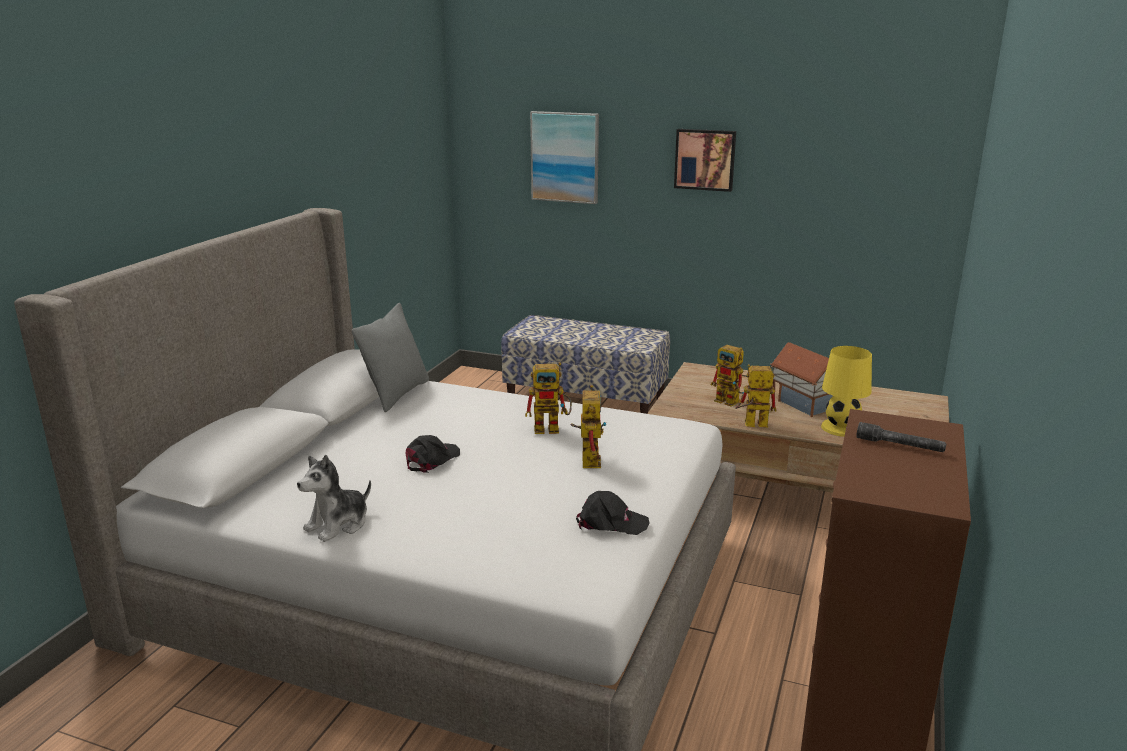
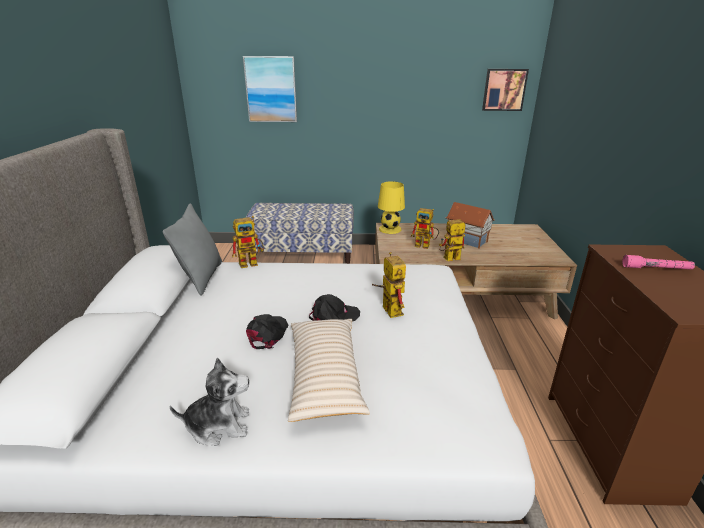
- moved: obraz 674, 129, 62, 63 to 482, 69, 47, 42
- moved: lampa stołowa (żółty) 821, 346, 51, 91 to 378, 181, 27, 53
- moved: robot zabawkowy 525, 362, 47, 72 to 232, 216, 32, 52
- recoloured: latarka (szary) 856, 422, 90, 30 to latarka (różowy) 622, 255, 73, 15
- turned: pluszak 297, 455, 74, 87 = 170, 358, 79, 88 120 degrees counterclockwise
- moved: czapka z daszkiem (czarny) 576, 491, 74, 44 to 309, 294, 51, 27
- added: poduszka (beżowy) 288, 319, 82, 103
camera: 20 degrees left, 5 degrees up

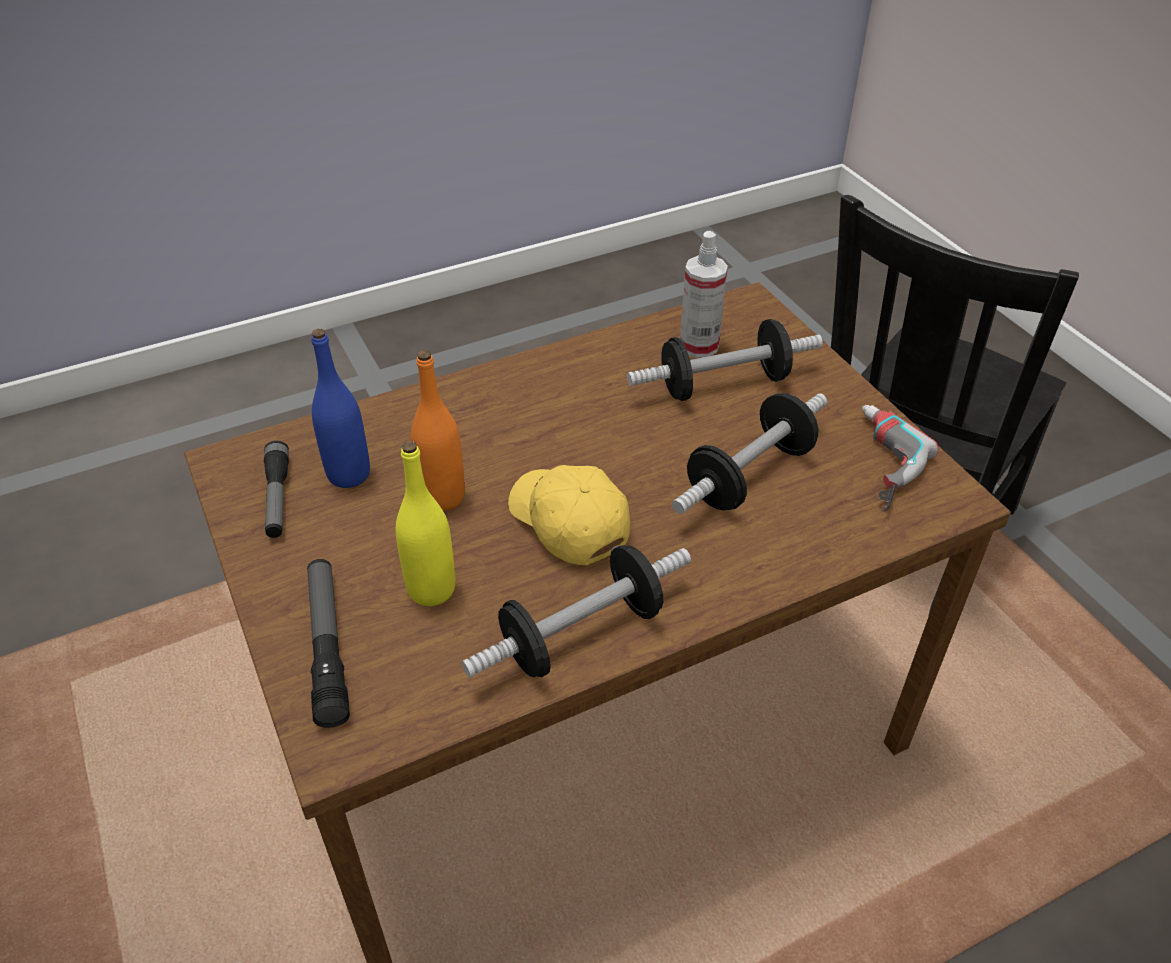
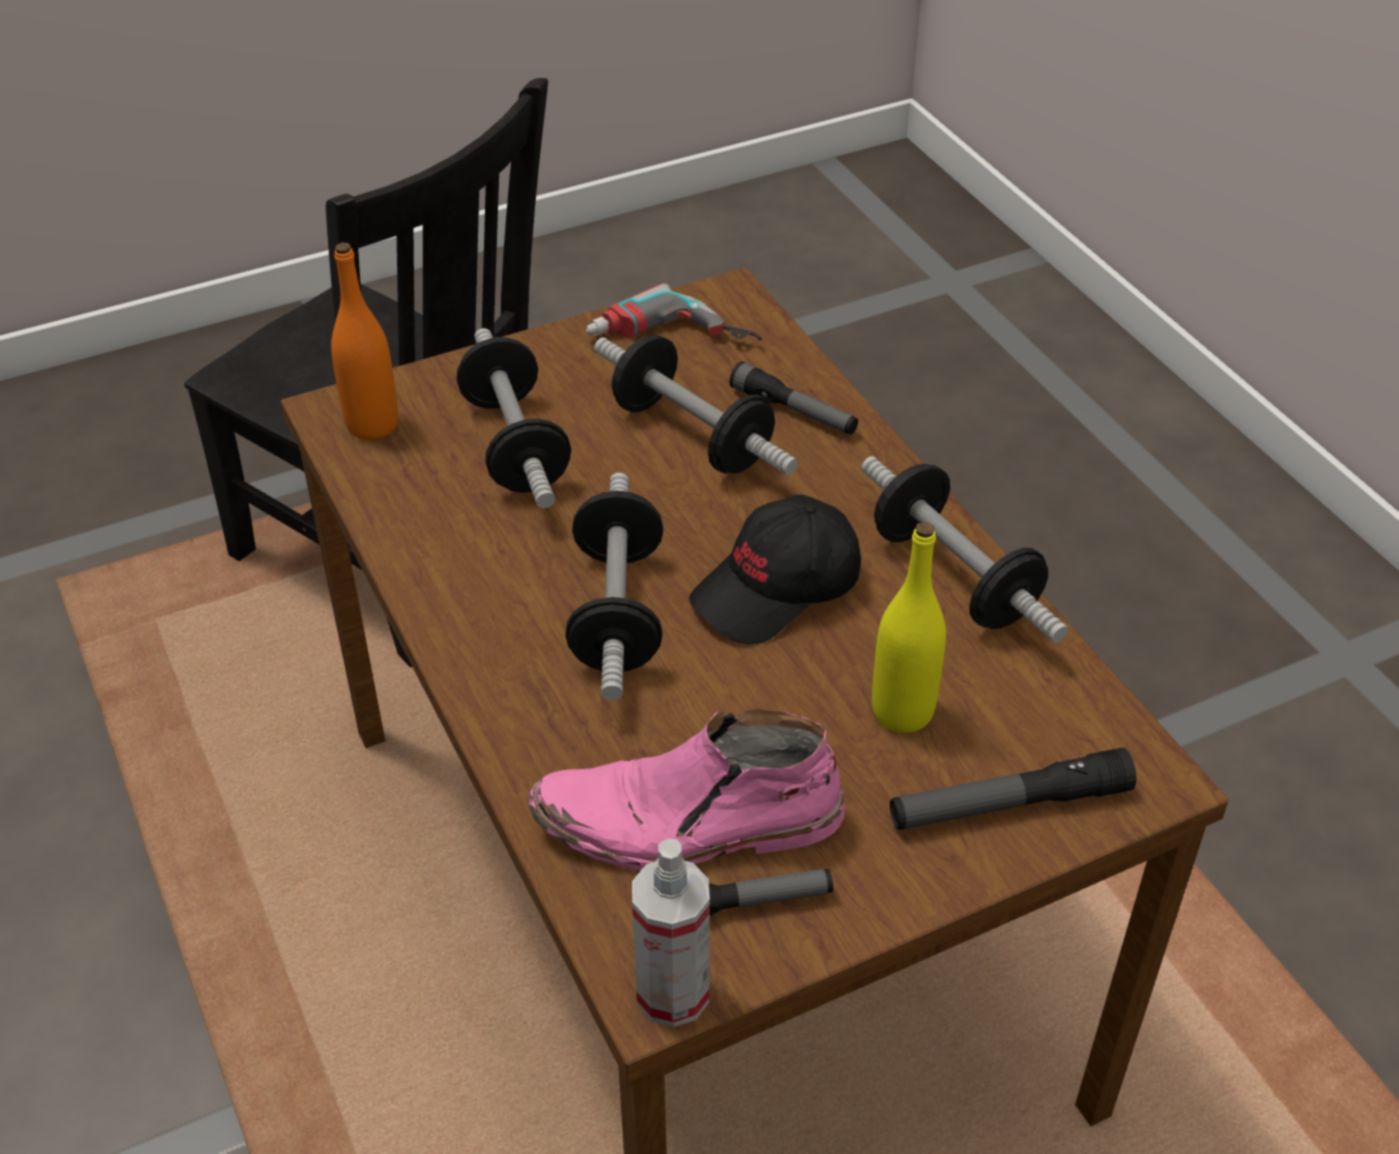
- moved: spryskiwacz 680, 231, 48, 127 to 632, 839, 78, 188
- replaced: butelka (niebieski) 311, 329, 59, 159 to but z cholewką (różowy) 529, 709, 316, 161
- moved: butelka (pomarańczowy) 411, 350, 54, 161 to 331, 242, 67, 198
- recoloured: czapka z daszkiem (żółty) 508, 465, 122, 101 to czapka z daszkiem (czarny) 689, 494, 172, 151
- added: latarka 729, 361, 129, 74
- added: hantel 565, 473, 98, 227
camera: 90 degrees left, 0 degrees up

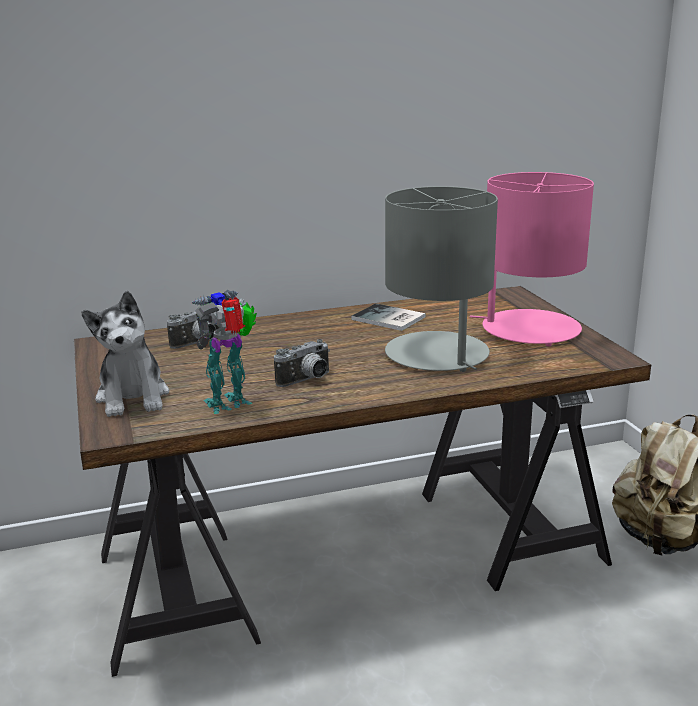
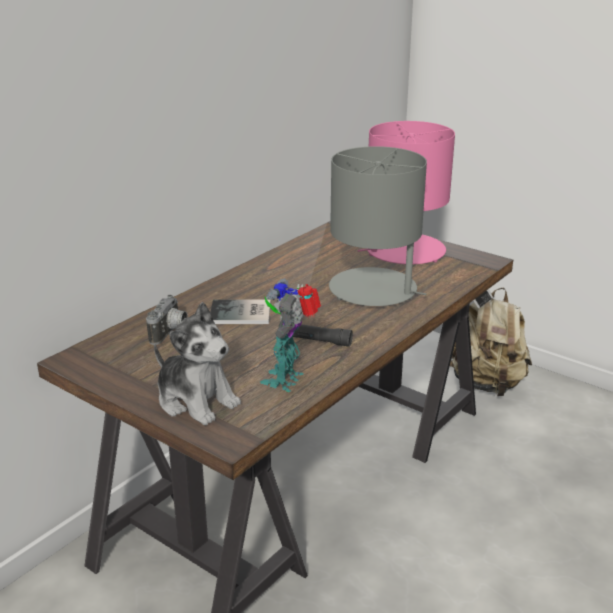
- moved: książka 351, 303, 75, 28 to 210, 299, 61, 25
- replaced: aparat fotograficzny 274, 339, 56, 48 to latarka (czarny) 278, 323, 75, 24
camera: 35 degrees left, 5 degrees up

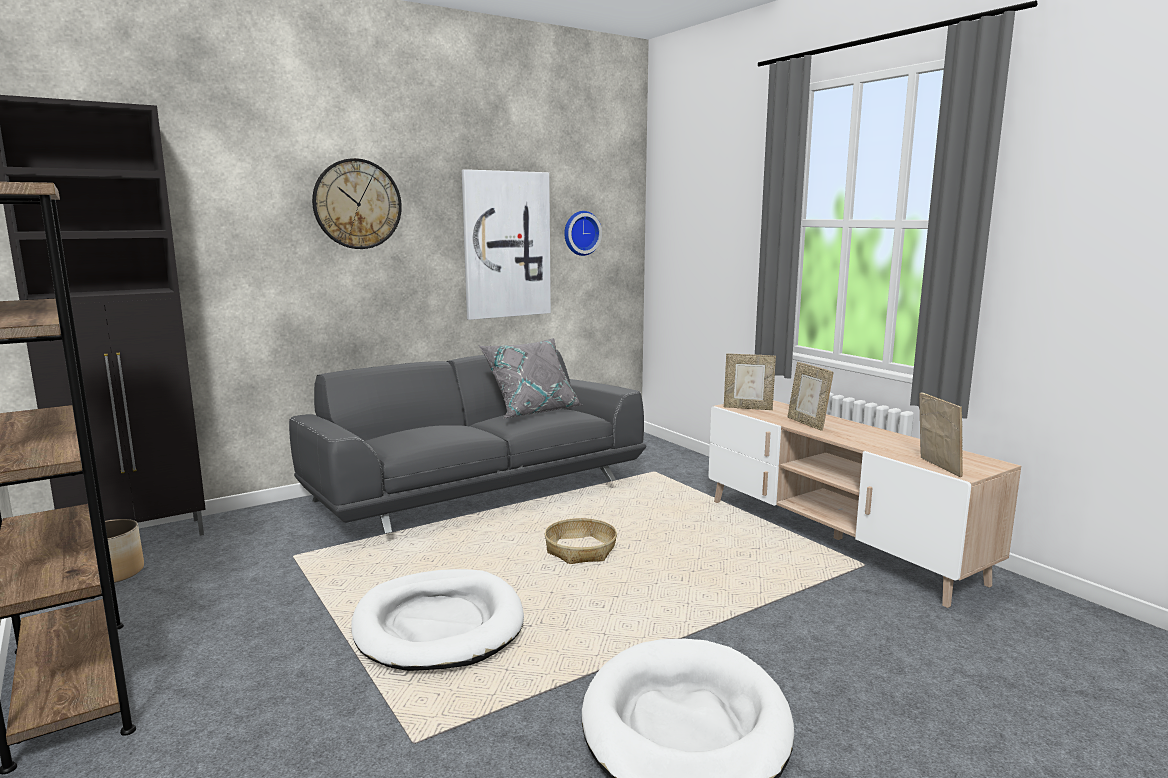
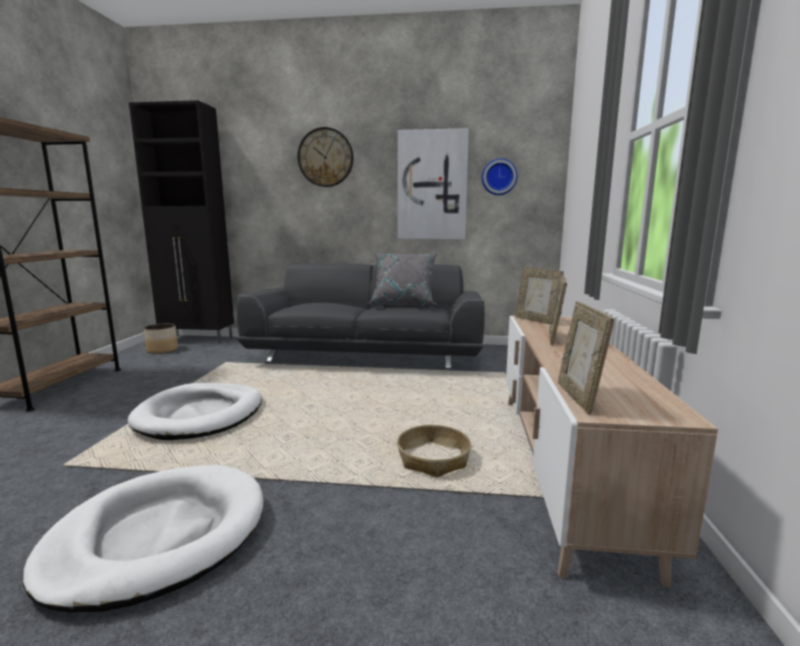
- turned: ramka na zdjęcie 919, 392, 44, 85 = 558, 301, 56, 114 150 degrees clockwise
- moved: koszyk 544, 518, 73, 46 to 397, 425, 74, 52
camera: 40 degrees right, 0 degrees up

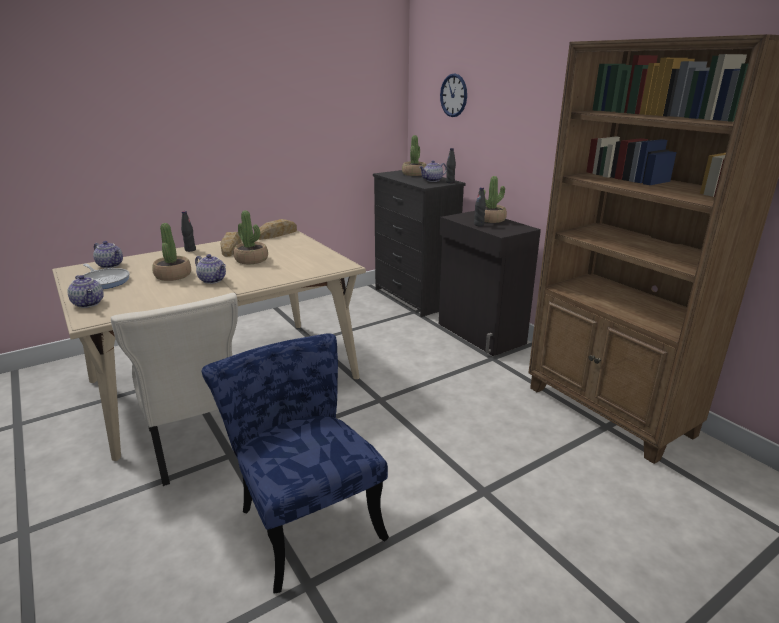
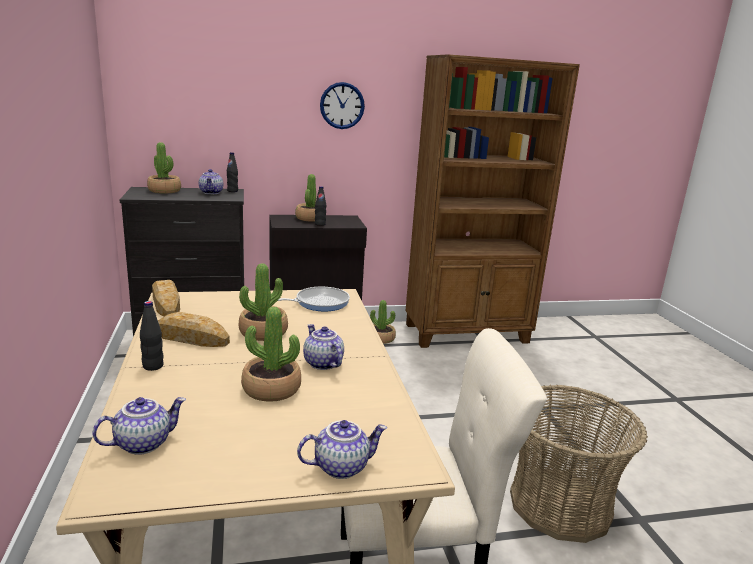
- moved: zegar ścienny 440, 74, 27, 43 to 320, 82, 45, 47
- turned: imbryk 195, 254, 31, 30 = 303, 324, 41, 46 90 degrees counterclockwise
- moved: patelnia 83, 264, 47, 25 to 278, 287, 72, 24
- replaced: krzesło (niebieski) 201, 333, 188, 260 to koszyk 510, 385, 138, 158
- added: roślina doniczkowa 370, 300, 26, 44
camera: 70 degrees left, 5 degrees down

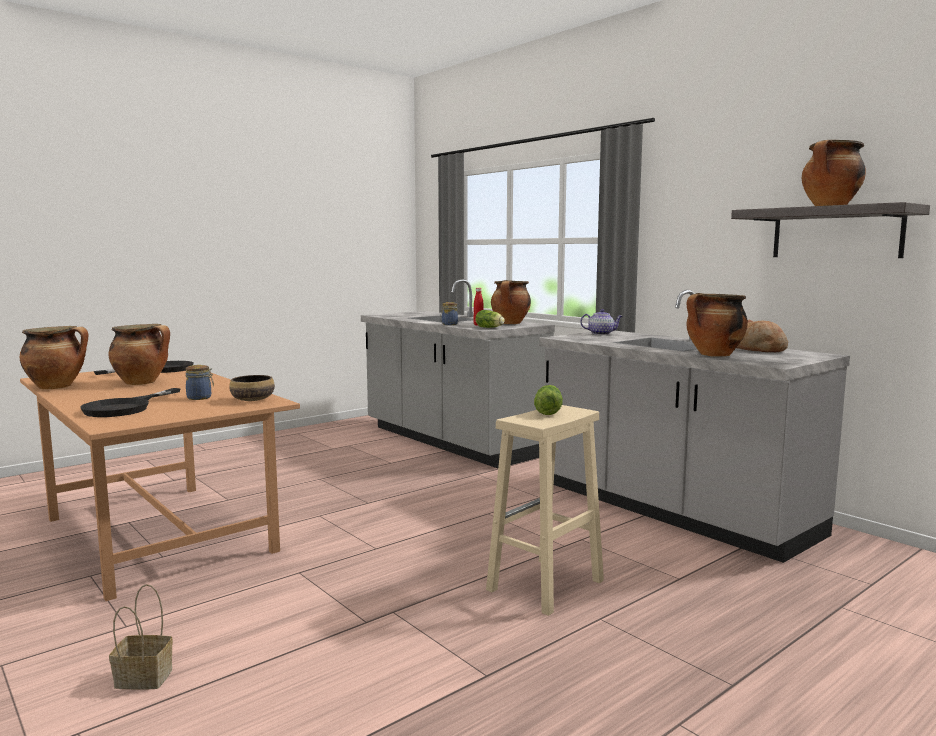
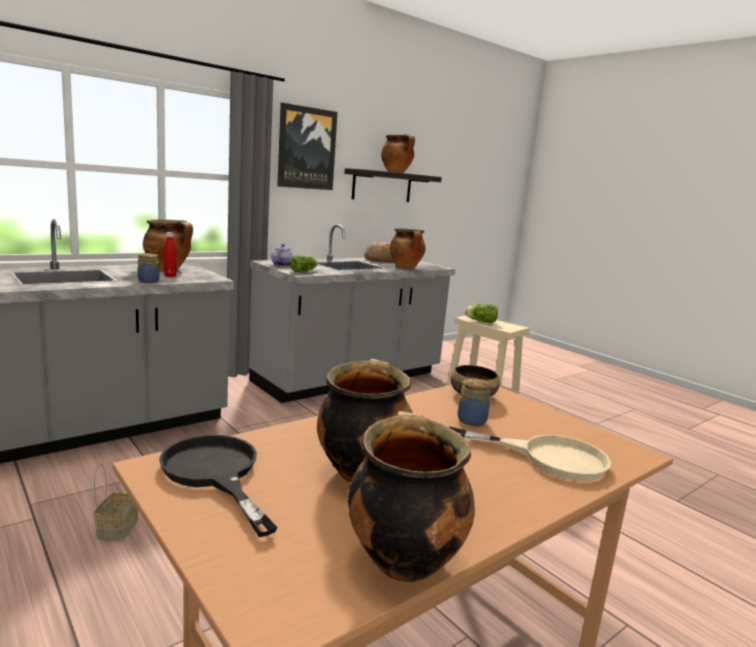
- moved: sałata 476, 310, 29, 18 to 290, 255, 28, 17
- recoloured: patelnia (czarny) 80, 388, 101, 29 to patelnia (beżowy) 449, 426, 162, 55
- moved: koszyk 109, 584, 64, 106 to 94, 463, 44, 77
- added: obraz 277, 103, 60, 87
camera: 90 degrees left, 5 degrees up

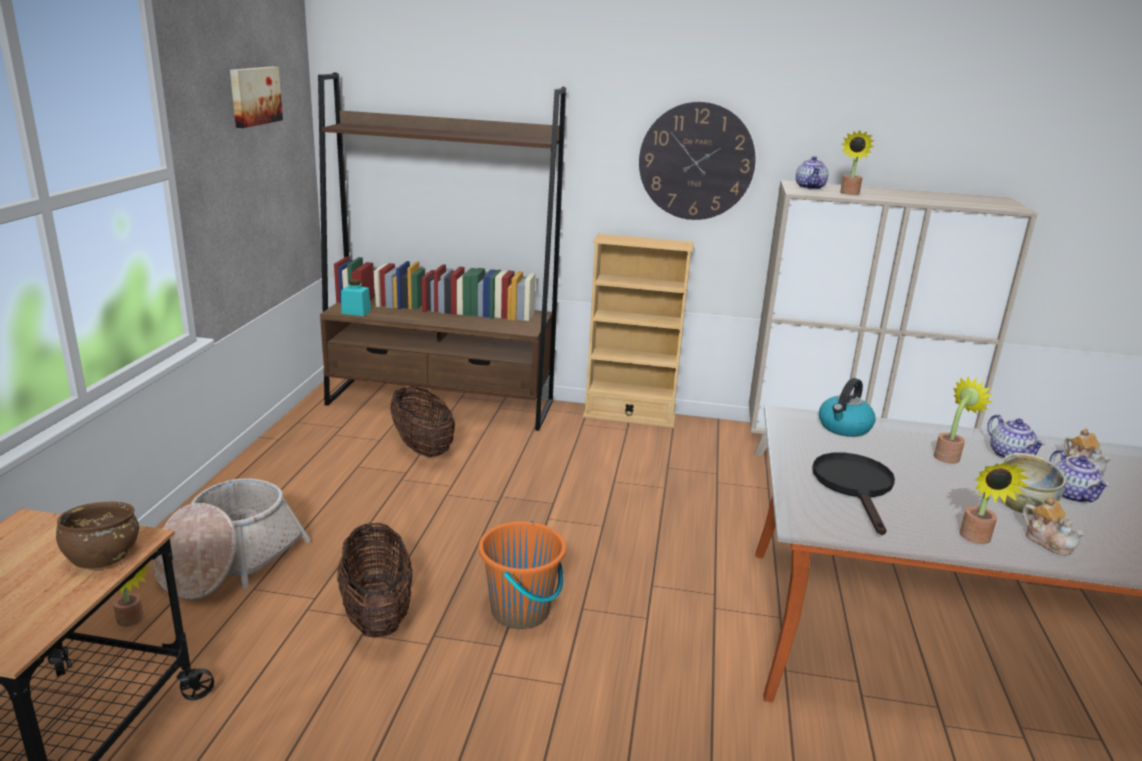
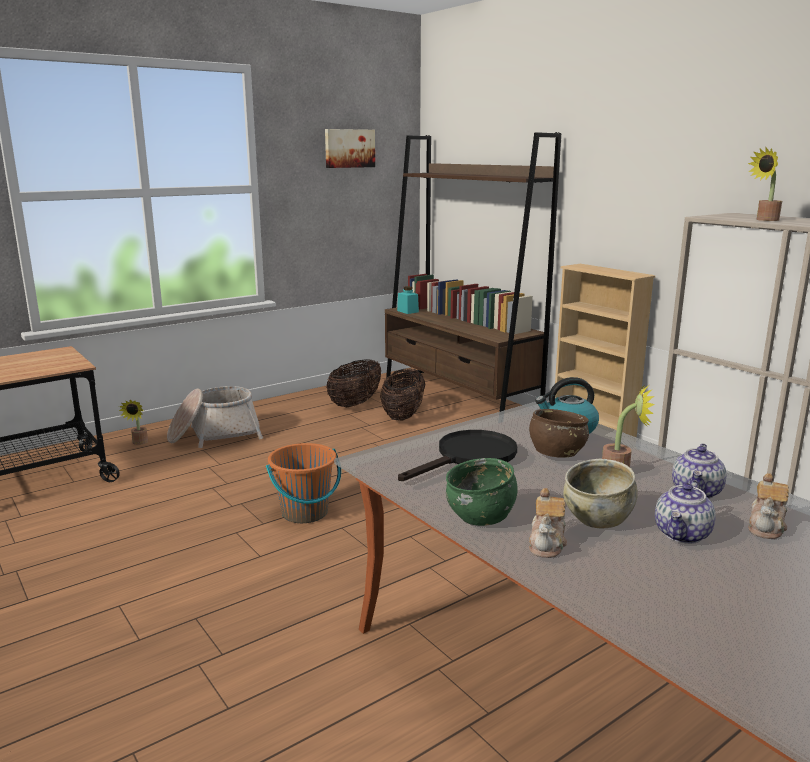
- removed: zegar ścienny 639, 102, 117, 118
- removed: imbryk 796, 156, 32, 34
- replaced: roślina doniczkowa 960, 462, 70, 82 to miska (zielony) 446, 458, 72, 68
- moved: miska (brązowy) 56, 501, 83, 68 to 529, 409, 60, 49
- moved: koszyk 337, 523, 76, 114 to 327, 359, 54, 48
camera: 45 degrees right, 5 degrees down

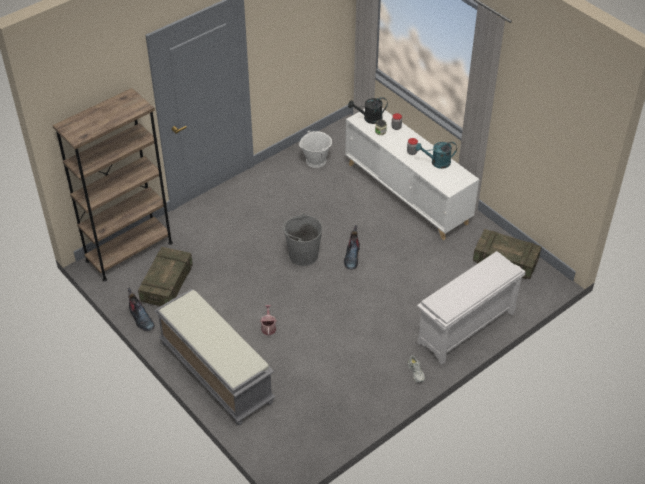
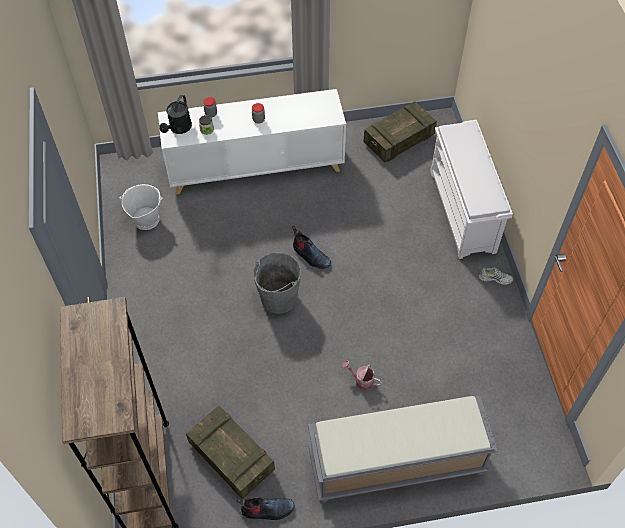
- removed: konewka (turkusowy) 416, 142, 41, 27
camera: 60 degrees left, 10 degrees up

